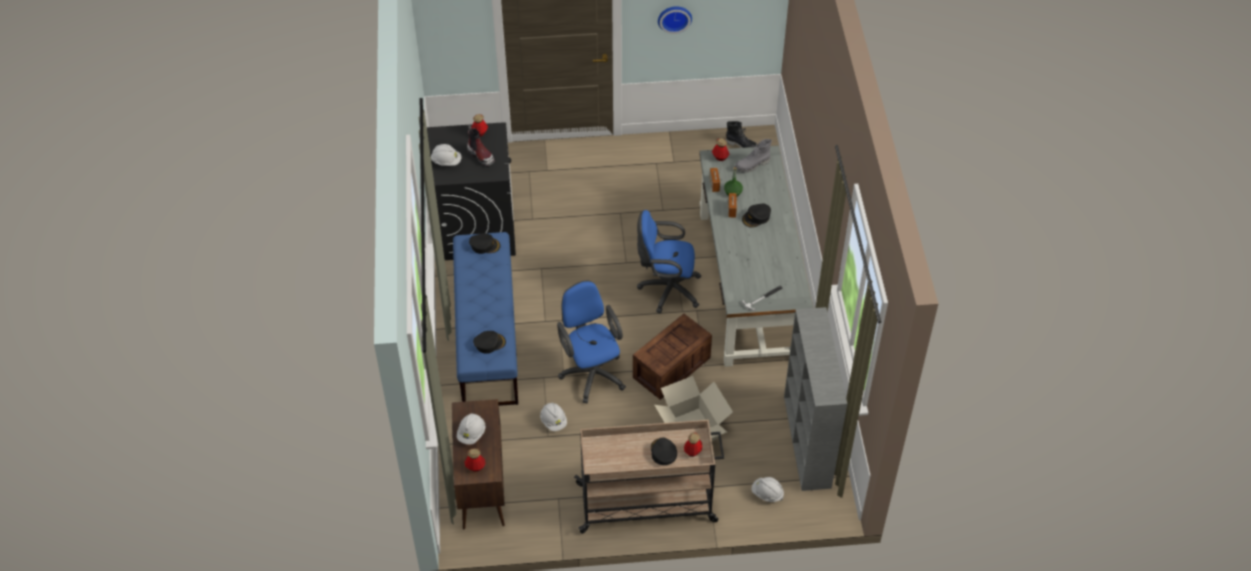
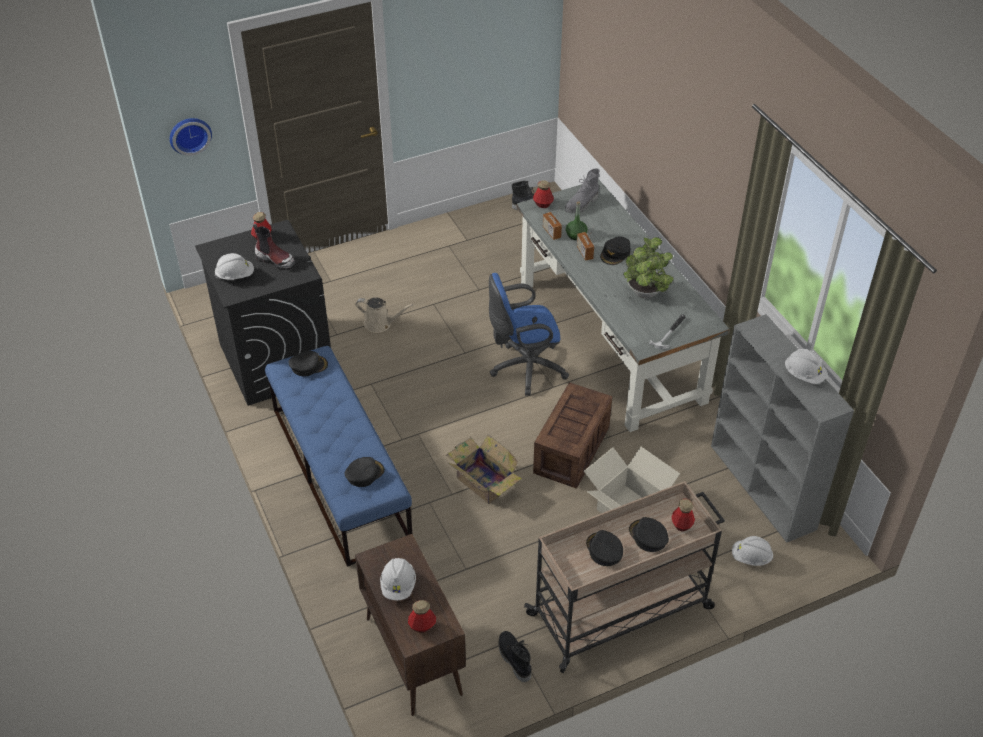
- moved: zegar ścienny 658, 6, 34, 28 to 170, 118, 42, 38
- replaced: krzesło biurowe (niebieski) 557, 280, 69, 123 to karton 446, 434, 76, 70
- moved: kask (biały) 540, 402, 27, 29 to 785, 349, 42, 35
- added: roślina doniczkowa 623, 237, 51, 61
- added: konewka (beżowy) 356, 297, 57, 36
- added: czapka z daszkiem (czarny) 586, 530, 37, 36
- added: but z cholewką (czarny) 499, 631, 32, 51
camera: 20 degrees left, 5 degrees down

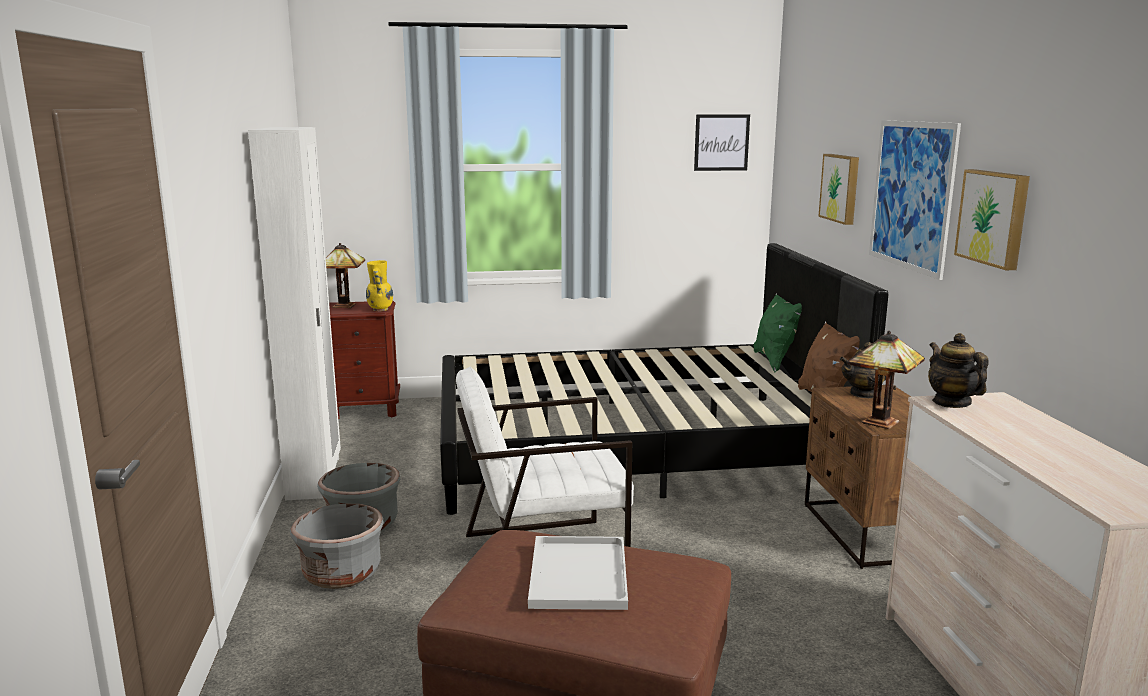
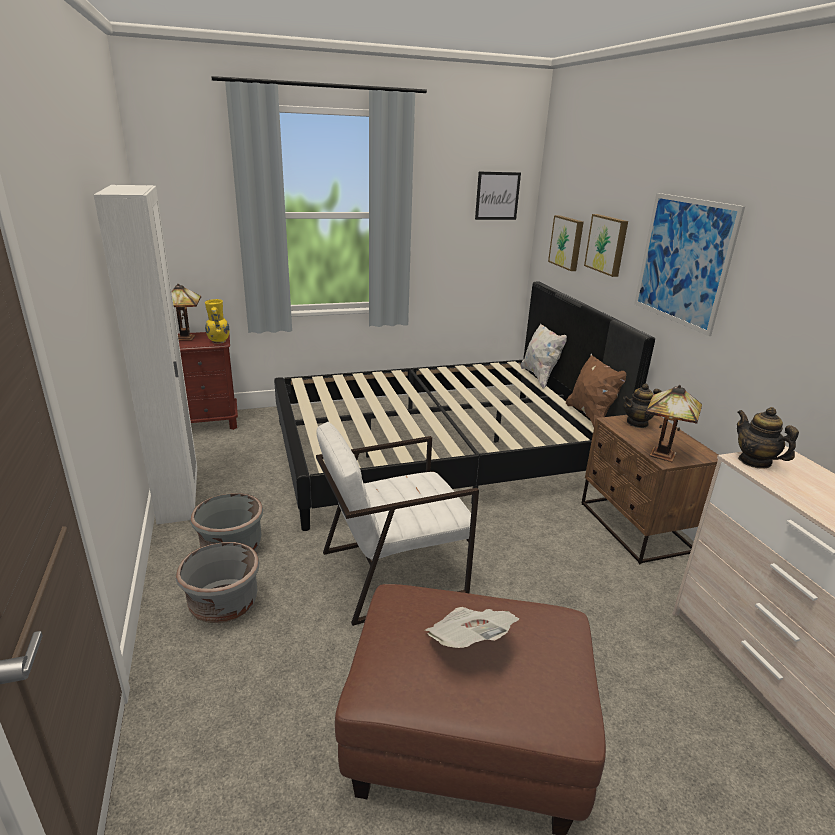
- moved: obraz 954, 169, 76, 101 to 548, 215, 36, 56
- recoloured: poduszka (zielony) 753, 294, 49, 79 to poduszka (biały) 520, 323, 47, 66
- replaced: taca (biały) 528, 536, 100, 74 to gazeta 425, 607, 94, 41
camera: 10 degrees left, 10 degrees up

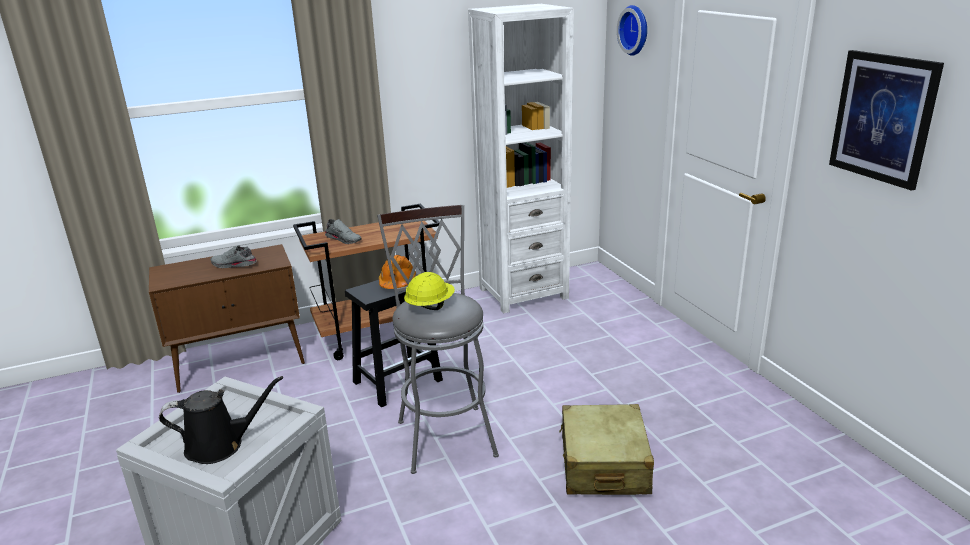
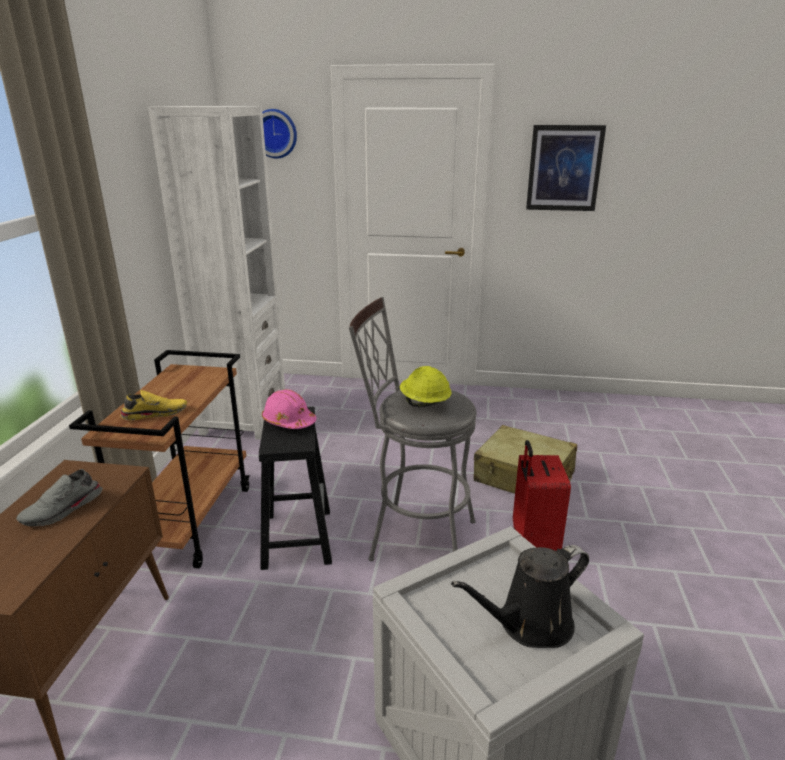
- recoloured: but (szary) 325, 219, 37, 25 to but (żółty) 120, 390, 67, 30
- recoloured: kask (pomarańczowy) 379, 255, 37, 34 to kask (różowy) 262, 389, 55, 40
- turned: konewka (czarny) 159, 376, 124, 88 = 451, 545, 138, 103 135 degrees counterclockwise
- added: walizka (czerwony) 513, 440, 58, 111
camera: 60 degrees left, 0 degrees up

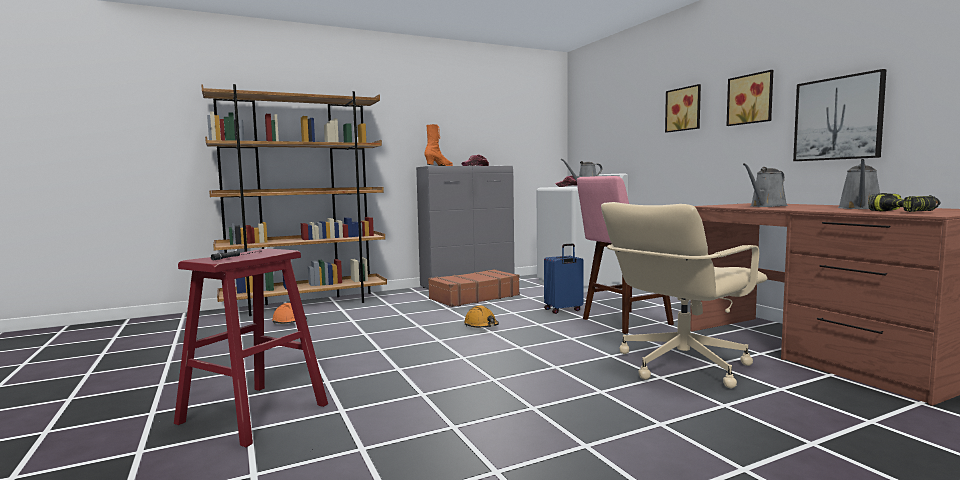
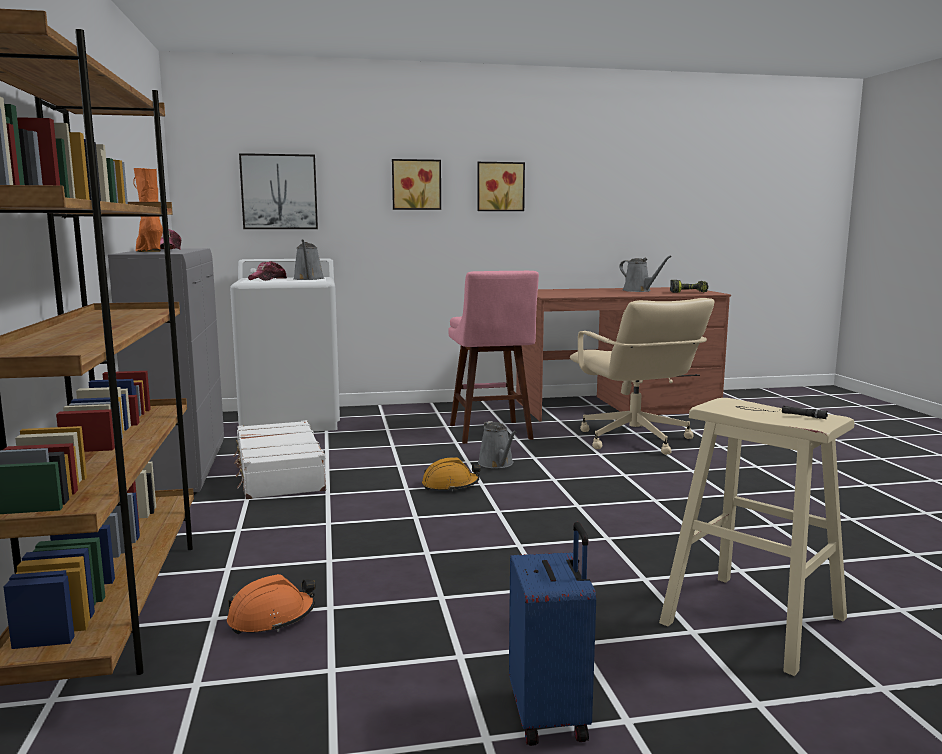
- moved: obraz 793, 69, 94, 92 to 239, 153, 79, 76
- moved: konewka (szary) 743, 163, 45, 44 to 478, 421, 38, 47
- moved: walizka (niebieski) 544, 243, 40, 71 to 509, 522, 87, 224
- recoloured: stołek (czerwony) 174, 249, 154, 198 to stołek (beżowy) 659, 398, 196, 278
- recoloured: walizka (brązowy) 428, 269, 92, 38 to walizka (biały) 233, 420, 93, 79
camera: 75 degrees left, 5 degrees up

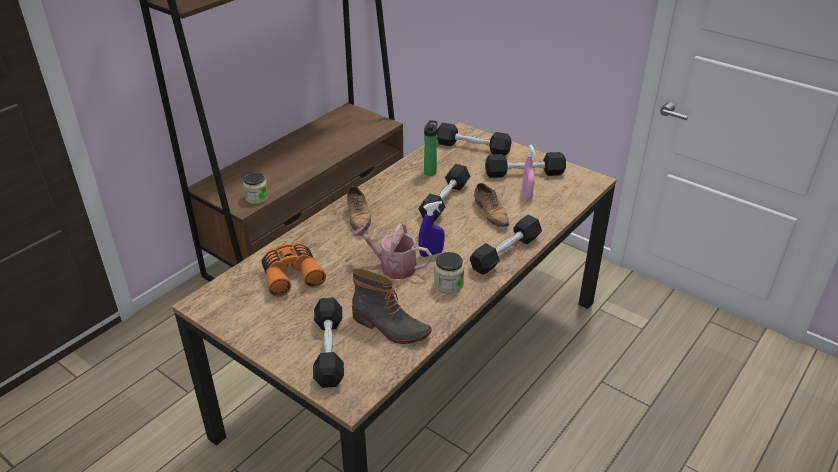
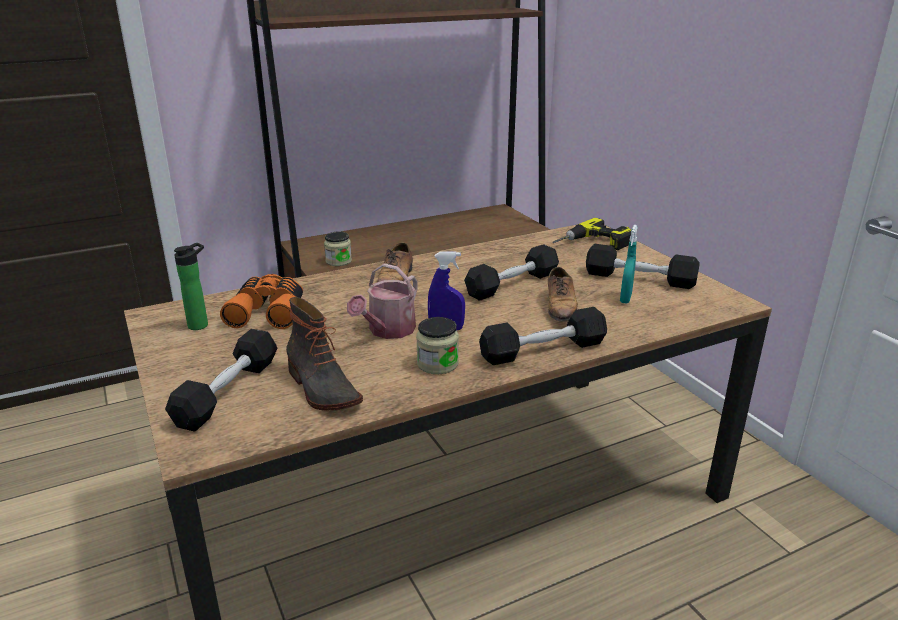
- moved: butelka 424, 120, 14, 56 to 174, 243, 34, 87
- replaced: hantel (czarny) 437, 123, 74, 33 to wiertarka 553, 218, 79, 32
- recoloured: spryskiwacz (różowy) 522, 145, 13, 54 to spryskiwacz (turkusowy) 620, 225, 17, 79
- turned: konewka 353, 223, 79, 56 = 347, 263, 71, 76 105 degrees counterclockwise
camera: 25 degrees right, 10 degrees down

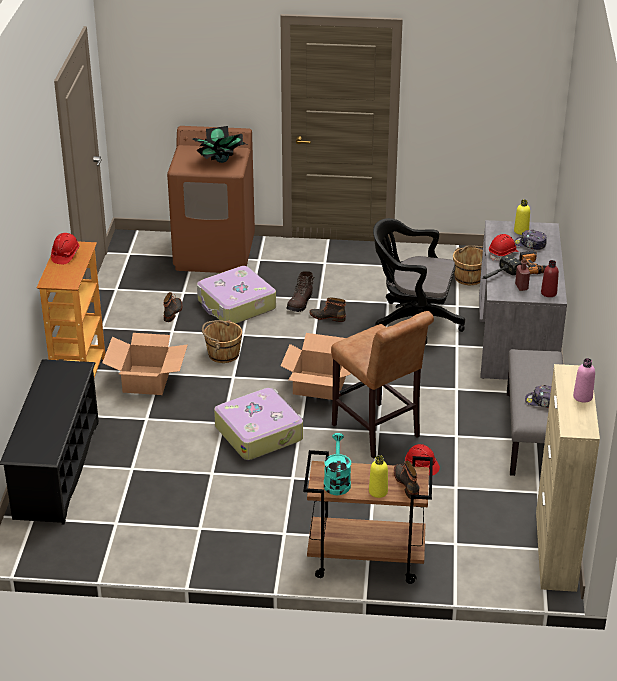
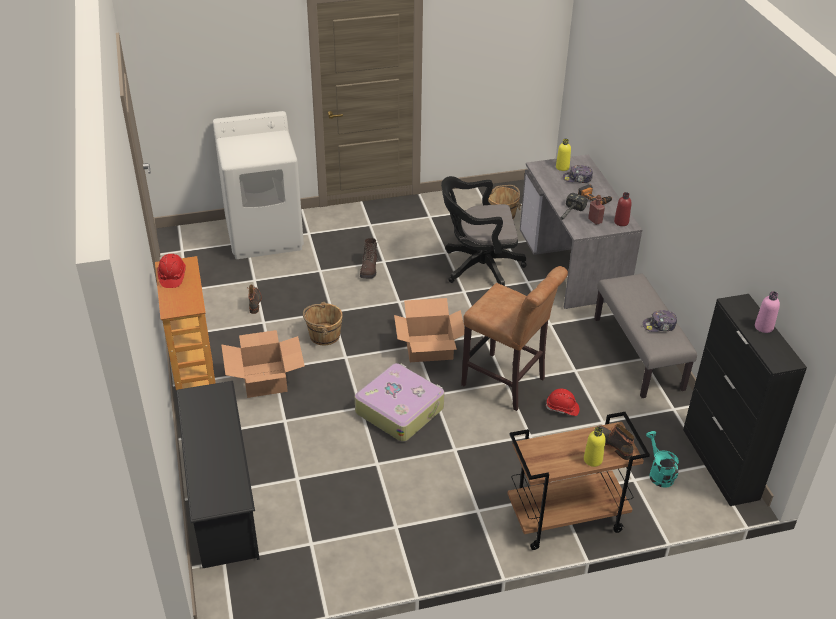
- recoloured: pralka (brązowy) 167, 126, 88, 147 to pralka (biały) 213, 111, 91, 148
- removed: roślina doniczkowa 192, 126, 54, 37
- removed: kask (czerwony) 489, 234, 29, 27
- removed: walizka 197, 266, 79, 58
- removed: but z cholewką 309, 297, 37, 25
- recoloured: szafka (beżowy) 536, 364, 64, 228 to szafka (czarny) 683, 294, 124, 212
- moved: konewka (turkusowy) 324, 433, 27, 62 to 646, 431, 33, 57
camera: 20 degrees left, 5 degrees up

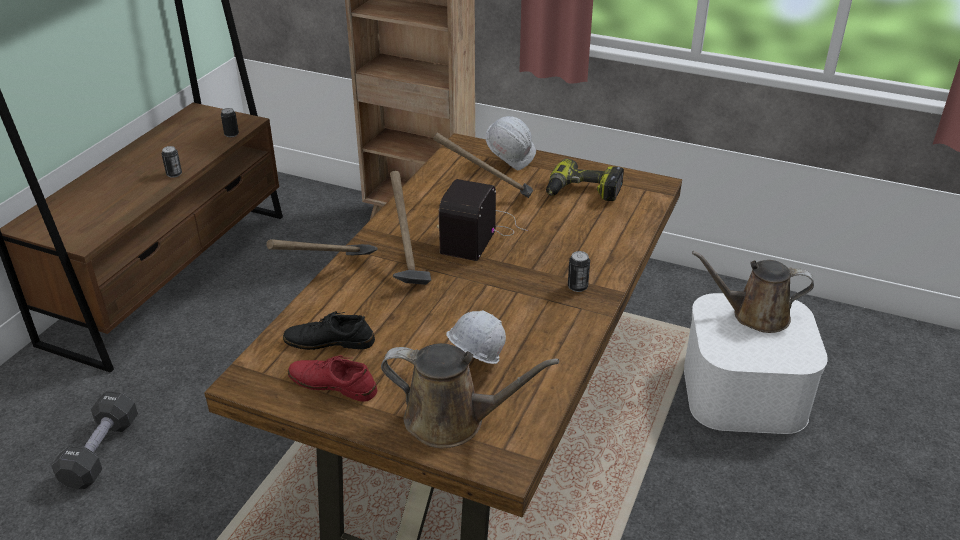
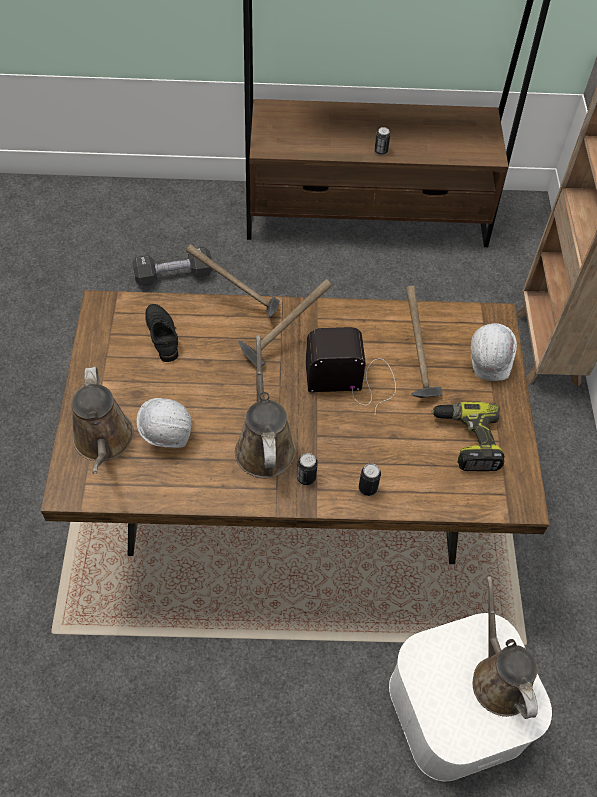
- moved: puszka 221, 108, 18, 30 to 359, 463, 22, 33
- removed: but (czerwony) 288, 355, 89, 47
- added: konewka (brązowy) 235, 335, 61, 143
camera: 65 degrees right, 20 degrees up

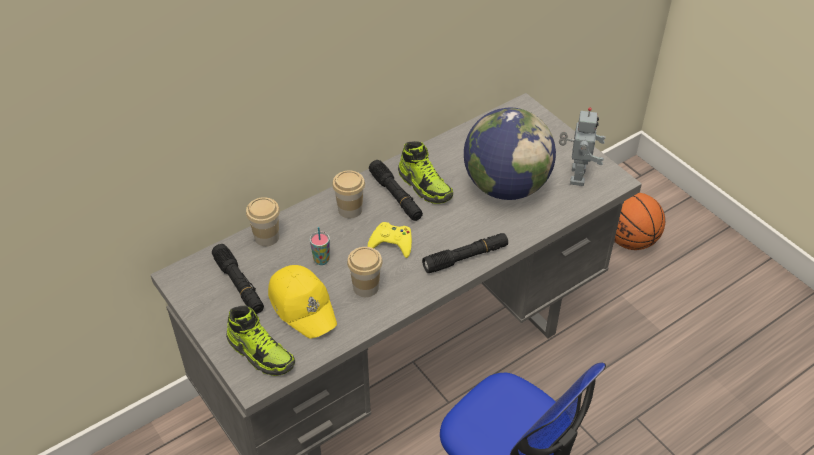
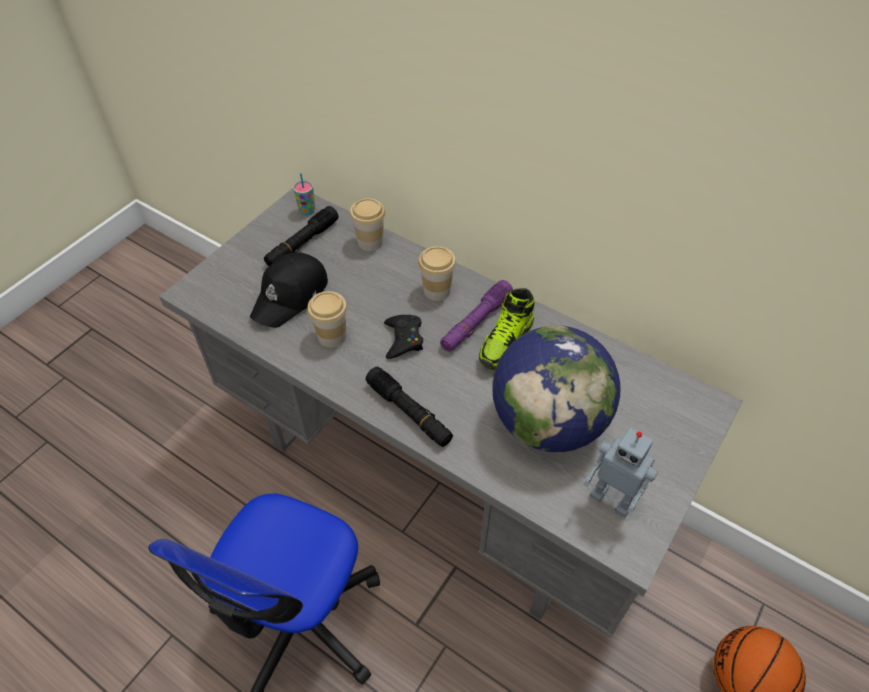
- turned: robot zabawkowy 559, 107, 47, 79 = 583, 428, 75, 89 45 degrees clockwise
- recoloured: latarka (czarny) 369, 160, 54, 61 to latarka (fioletowy) 440, 280, 73, 72
- recoloured: pad do gier (żółty) 367, 222, 45, 36 to pad do gier (czarny) 384, 315, 39, 44
- moved: filiżanka 310, 227, 20, 38 to 293, 173, 22, 42
- recoloured: czapka z daszkiem (żółty) 268, 265, 69, 74 to czapka z daszkiem (czarny) 250, 252, 78, 76
- removed: but 226, 306, 69, 70
camera: 70 degrees right, 5 degrees up

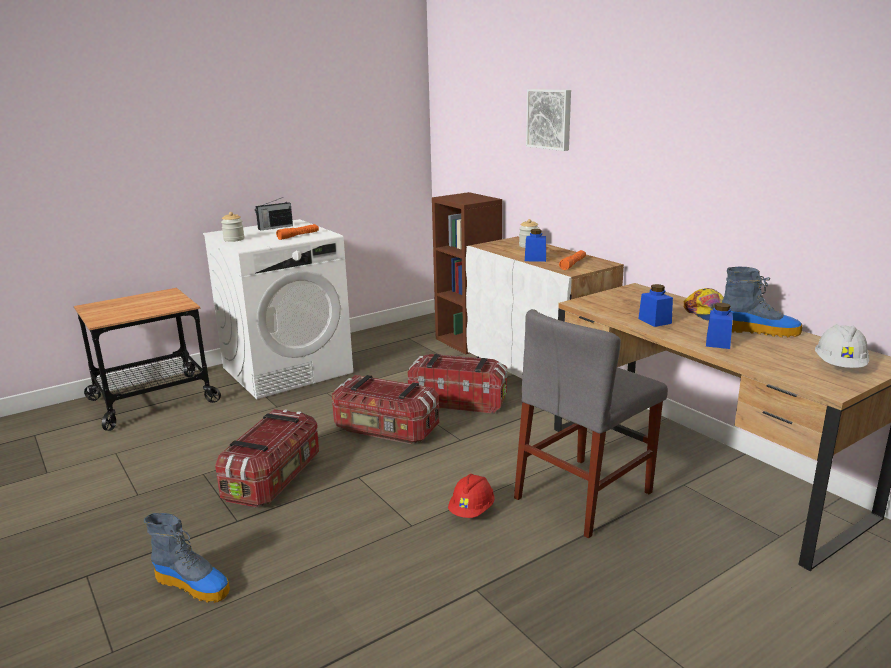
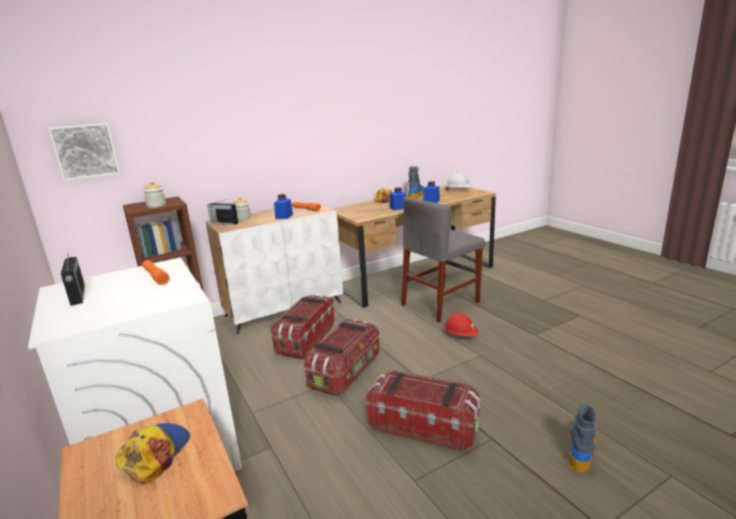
- moved: obraz 526, 89, 45, 62 to 49, 123, 71, 58
- moved: słoik 221, 212, 24, 30 to 143, 181, 23, 27
- turned: krzesło (szary) 514, 309, 154, 229 = 401, 197, 84, 125 90 degrees clockwise
- added: radio 207, 199, 31, 26
- added: czapka z daszkiem 115, 423, 75, 61
camera: 85 degrees left, 0 degrees up

